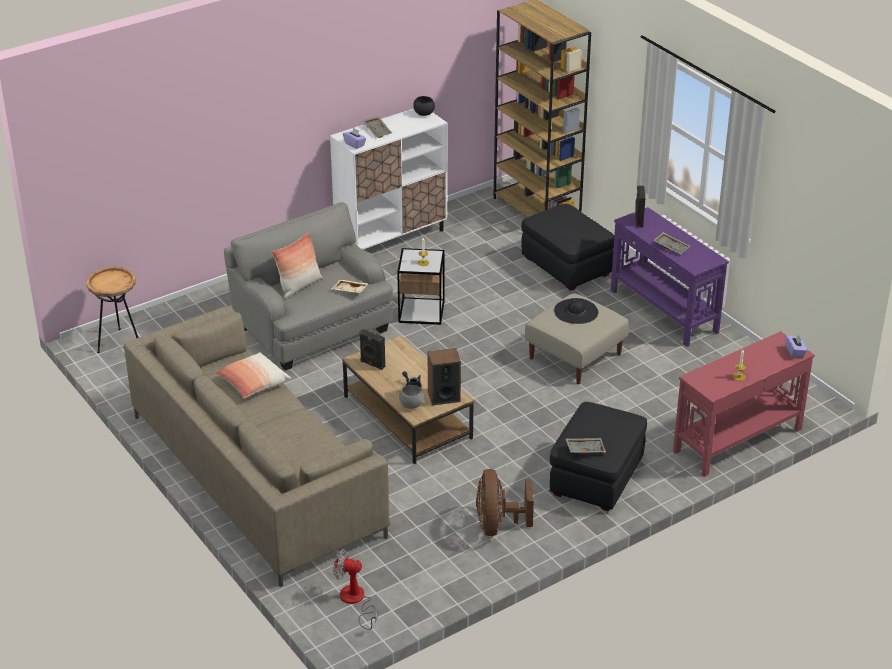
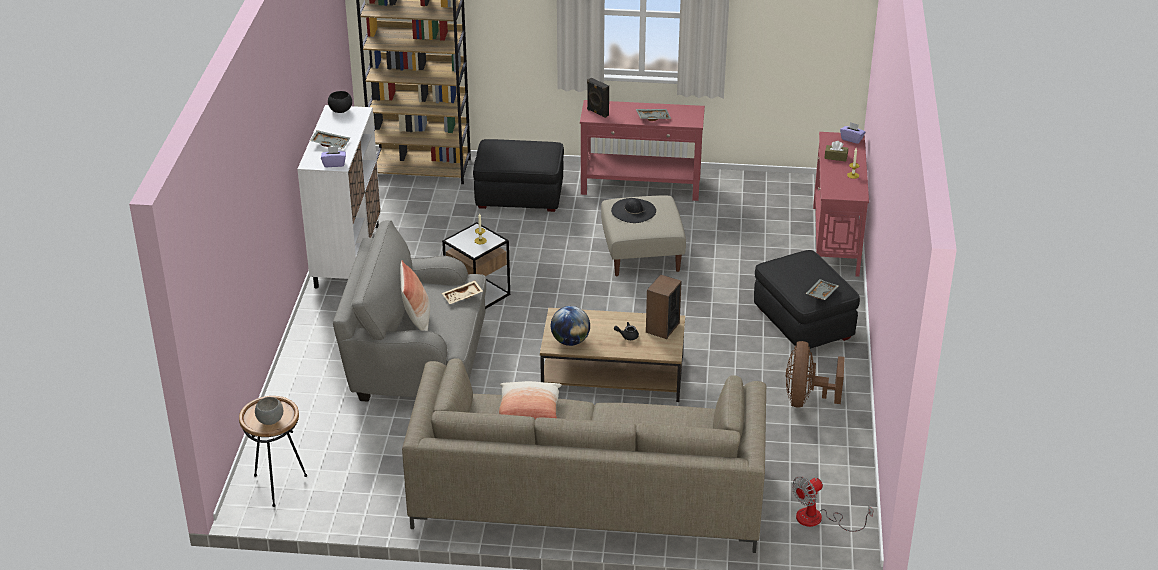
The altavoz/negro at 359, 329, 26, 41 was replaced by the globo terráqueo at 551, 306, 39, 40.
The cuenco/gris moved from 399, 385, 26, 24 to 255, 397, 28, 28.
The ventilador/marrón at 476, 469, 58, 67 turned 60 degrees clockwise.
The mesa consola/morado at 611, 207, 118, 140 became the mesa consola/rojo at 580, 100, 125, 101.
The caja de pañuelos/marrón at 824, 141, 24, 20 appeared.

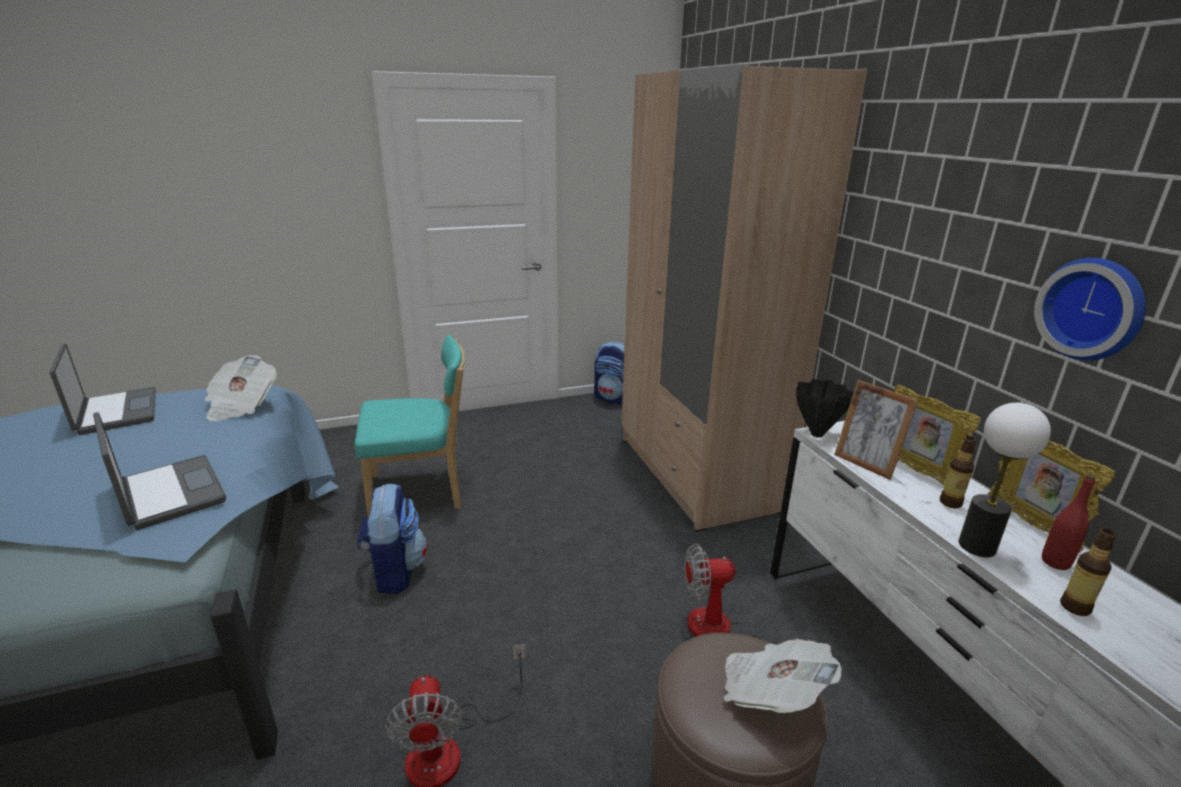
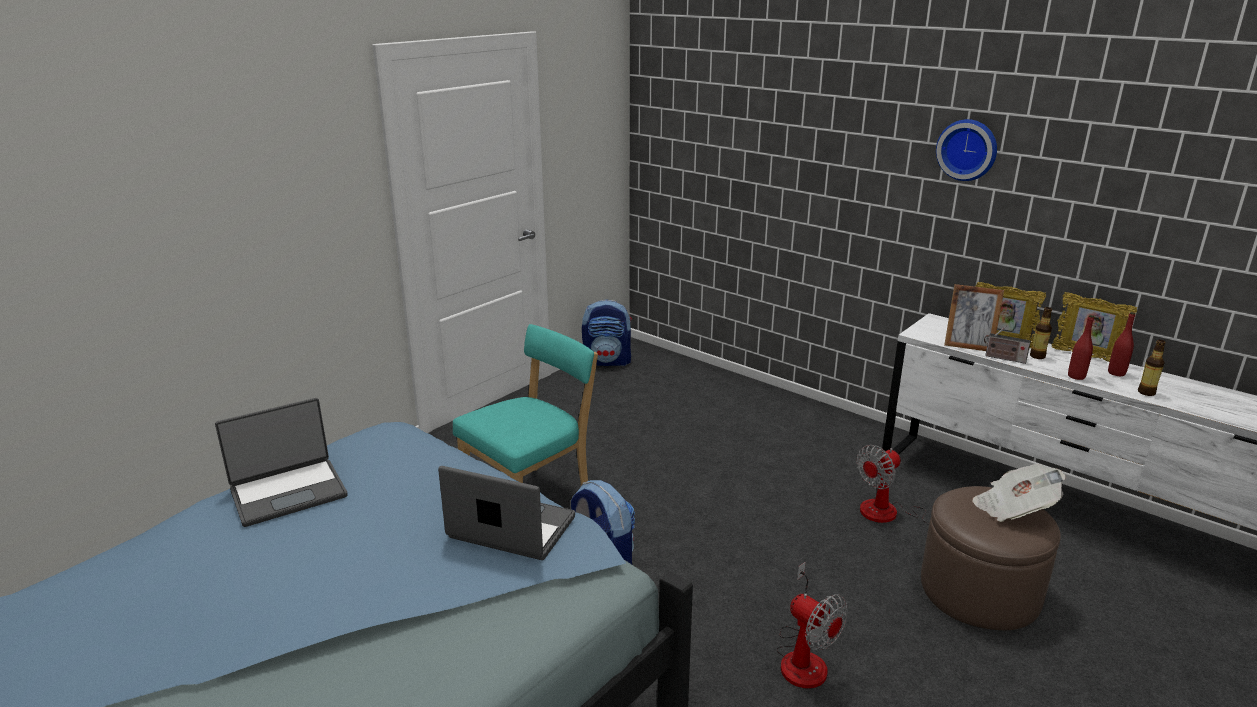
The portátil at 50, 344, 106, 91 turned 120 degrees clockwise.
The periódico at 205, 355, 72, 66 disappeared.
The armario ropero/beis at 622, 64, 245, 468 disappeared.
The florero/negro at 796, 379, 58, 59 disappeared.
The lámpara de mesa at 959, 403, 92, 154 was replaced by the botella/rojo at 1068, 315, 26, 65.
The reloj de pared moved from 1034, 258, 112, 102 to 936, 119, 61, 62.
The radio at 984, 325, 47, 39 appeared.

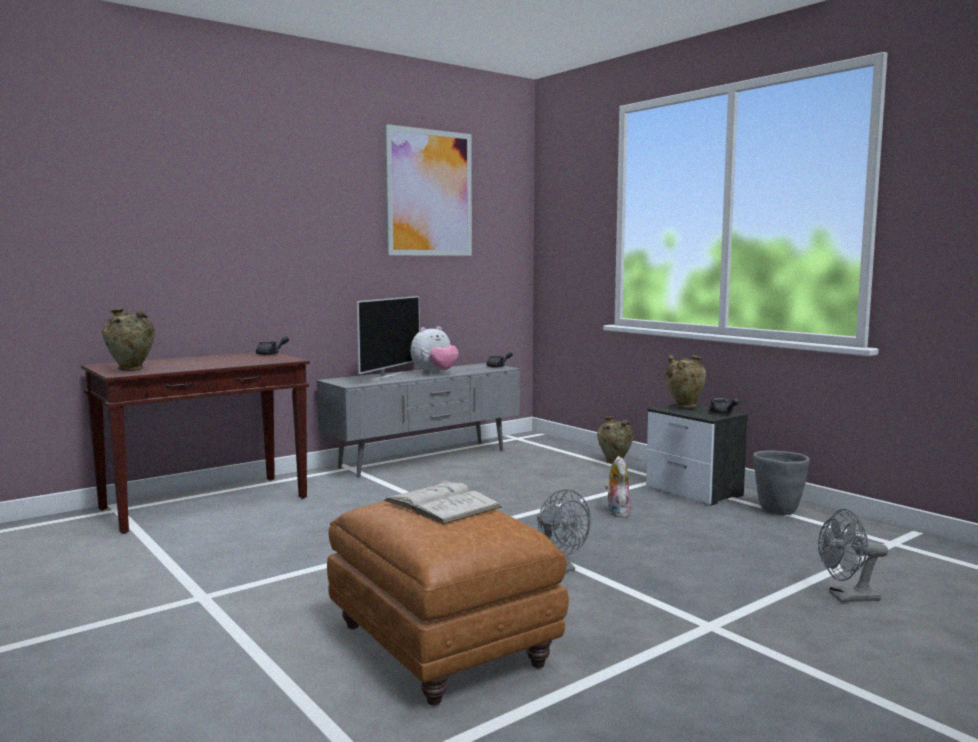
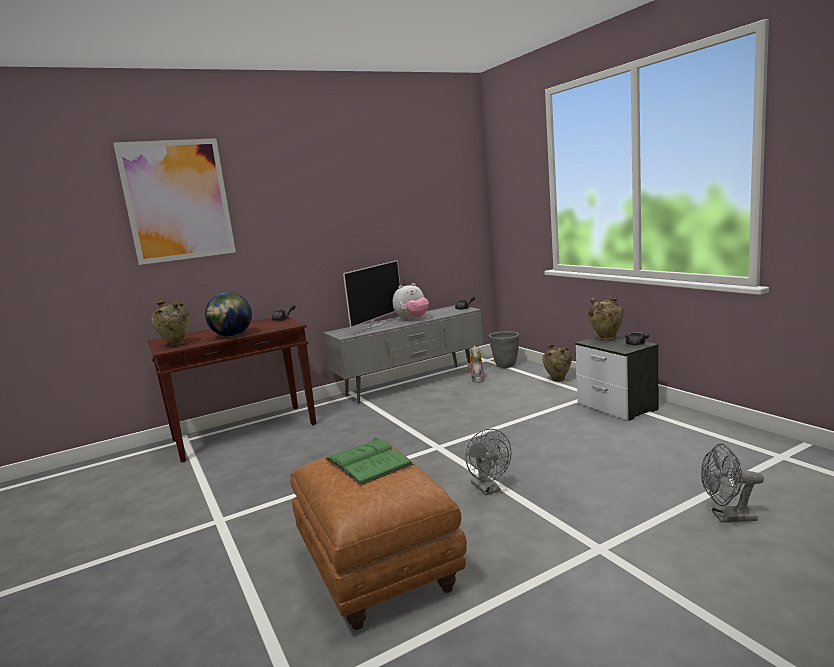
The cuadro moved from 384, 124, 88, 132 to 113, 138, 123, 127.
The libro/blanco at 384, 479, 118, 45 became the libro/verde at 326, 437, 87, 49.
The peluche moved from 605, 456, 26, 62 to 468, 346, 17, 37.
The maceta/gris moved from 753, 451, 57, 64 to 489, 331, 30, 37.
The globo terráqueo at 205, 292, 47, 45 appeared.

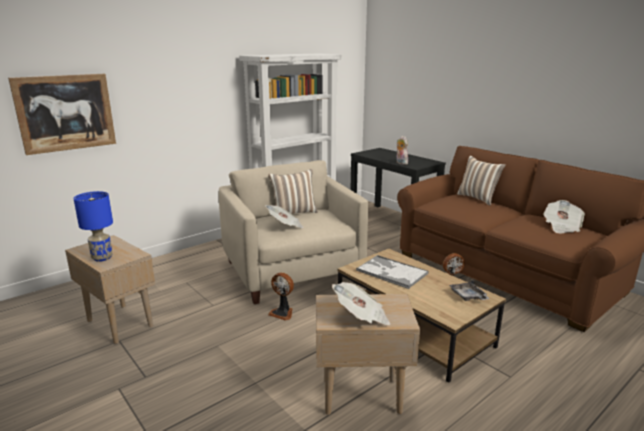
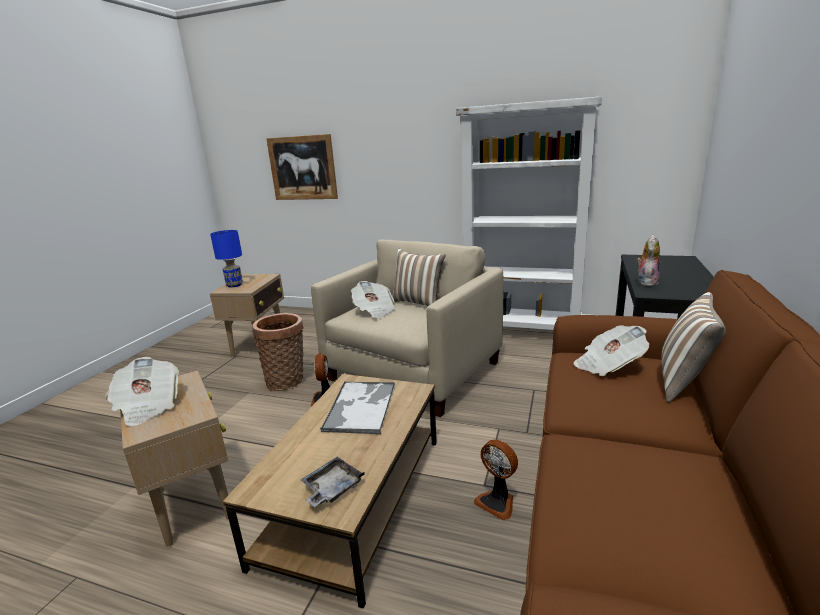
The periódico moved from 543, 200, 42, 33 to 574, 325, 75, 51.
The cesta at 252, 313, 51, 78 appeared.

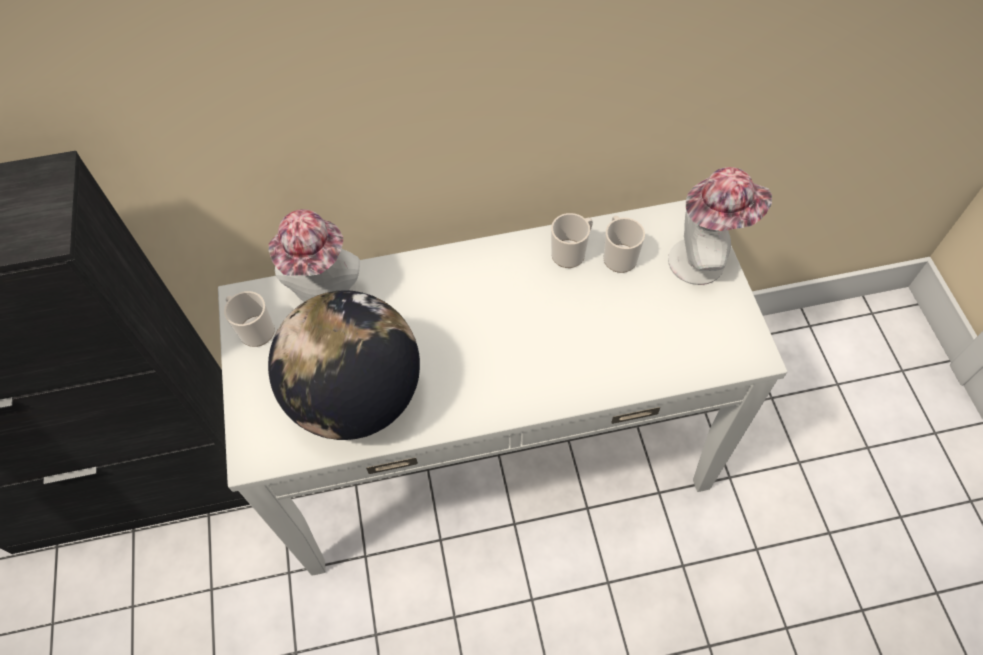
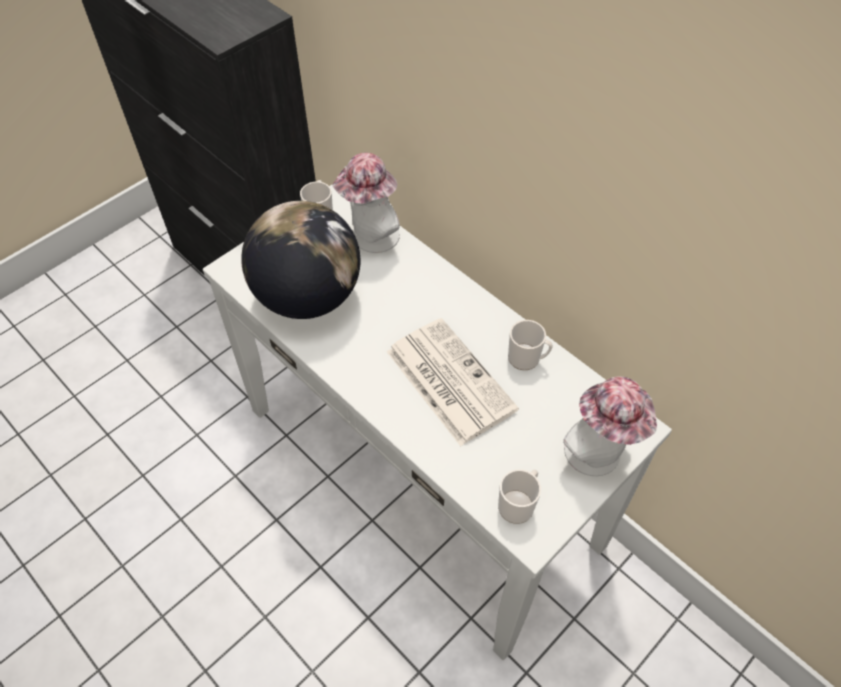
The taza grande moved from 604, 215, 41, 58 to 498, 469, 43, 55.
The periódico at 387, 318, 132, 128 appeared.

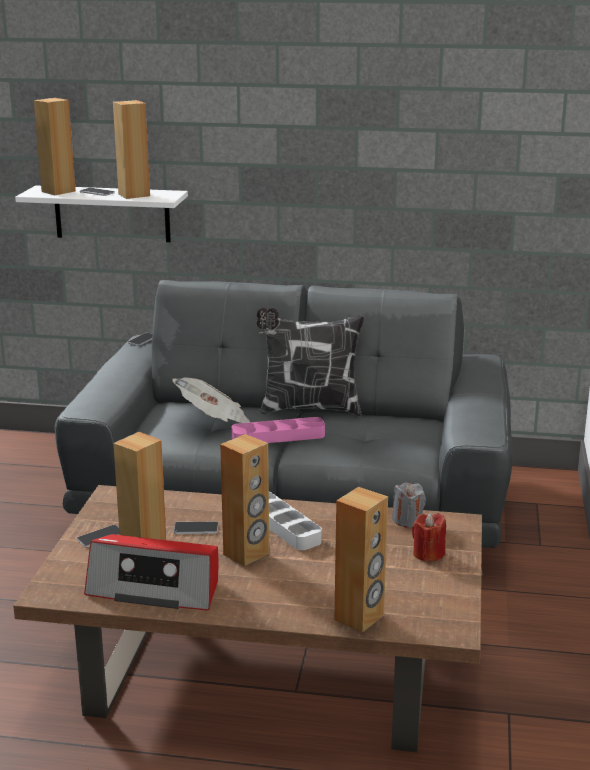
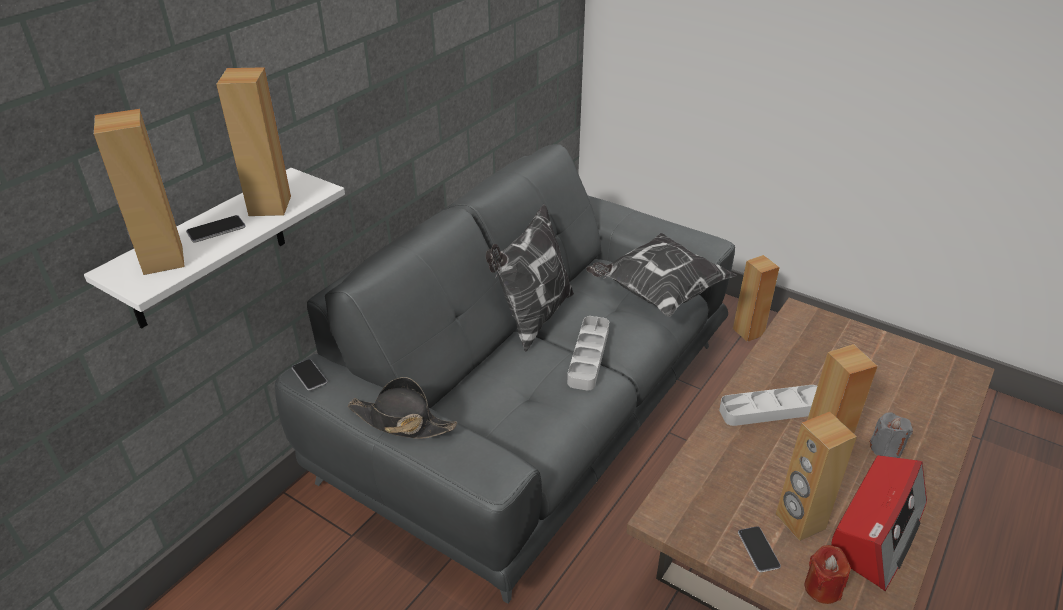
The periódico at 172, 378, 78, 45 disappeared.
The móvil at 173, 522, 46, 12 disappeared.
The bandeja/rosa at 232, 417, 93, 26 became the bandeja/gris at 567, 316, 42, 75.
The altavoz/marrón moved from 334, 487, 54, 146 to 733, 255, 47, 87.
The vela/gris moved from 392, 482, 34, 46 to 870, 412, 43, 46.
The vela/rojo moved from 412, 513, 34, 49 to 805, 545, 45, 59.
The sombrero/negro at 347, 377, 110, 62 appeared.
The cojín at 586, 233, 151, 83 appeared.

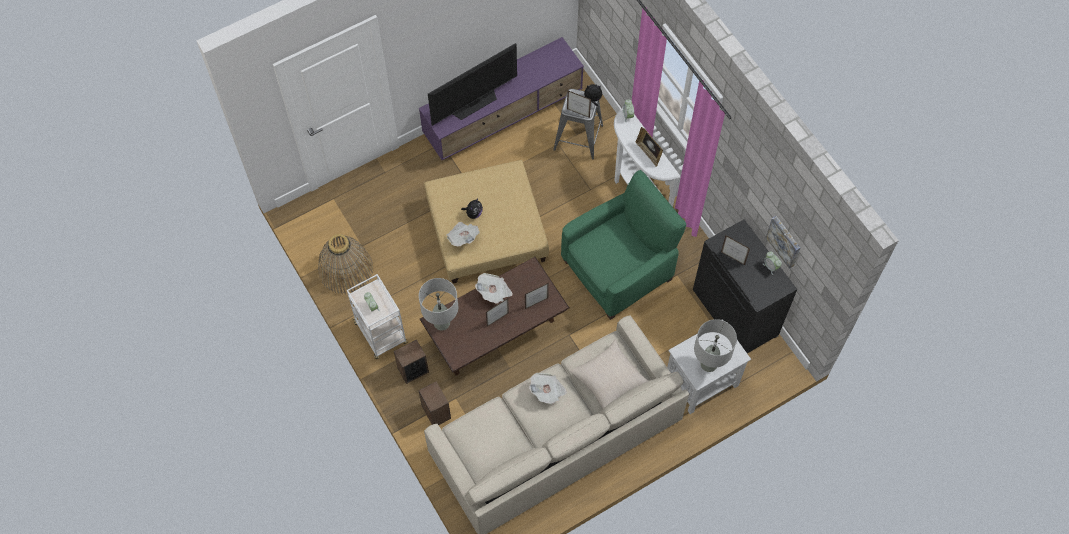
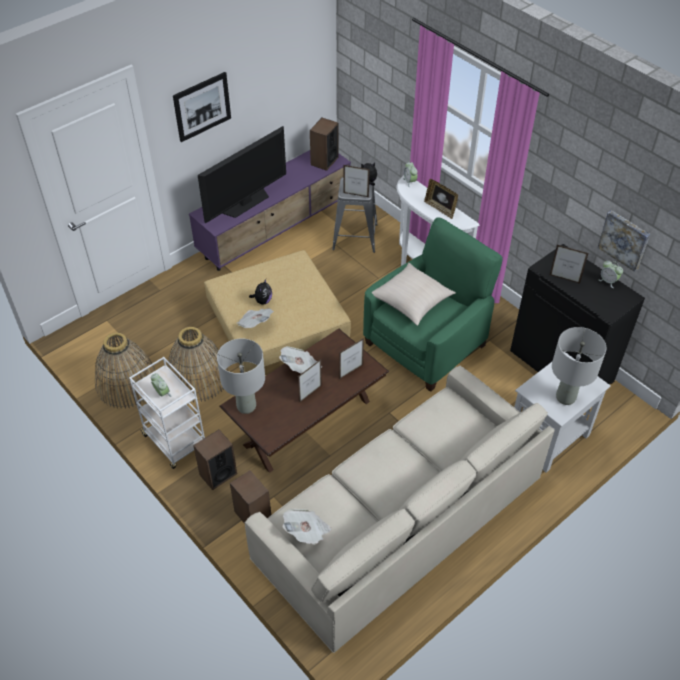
The periódico moved from 529, 373, 38, 32 to 282, 509, 50, 36.
The cojín/beis moved from 570, 340, 78, 69 to 372, 263, 84, 63.
The cesta at 167, 327, 61, 76 appeared.
The cuadro at 173, 72, 58, 70 appeared.
The altavoz at 310, 118, 28, 53 appeared.

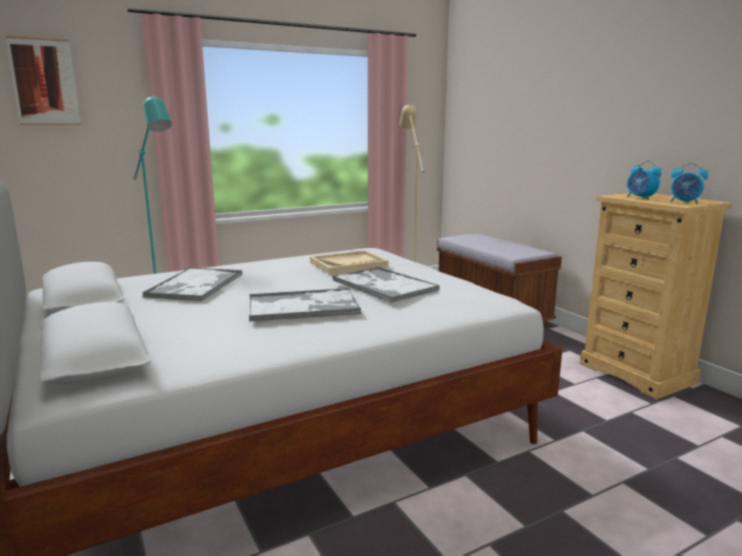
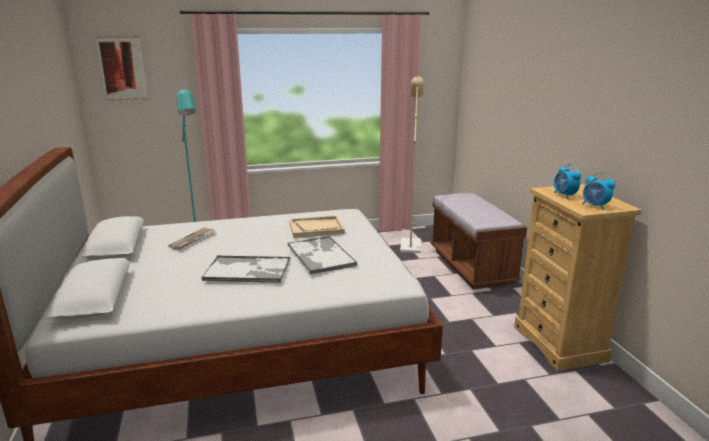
The bandeja at 142, 268, 100, 33 was replaced by the periódico at 168, 228, 47, 22.

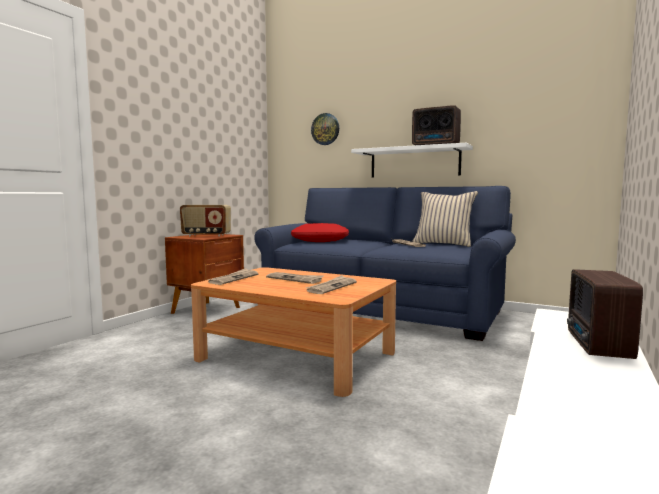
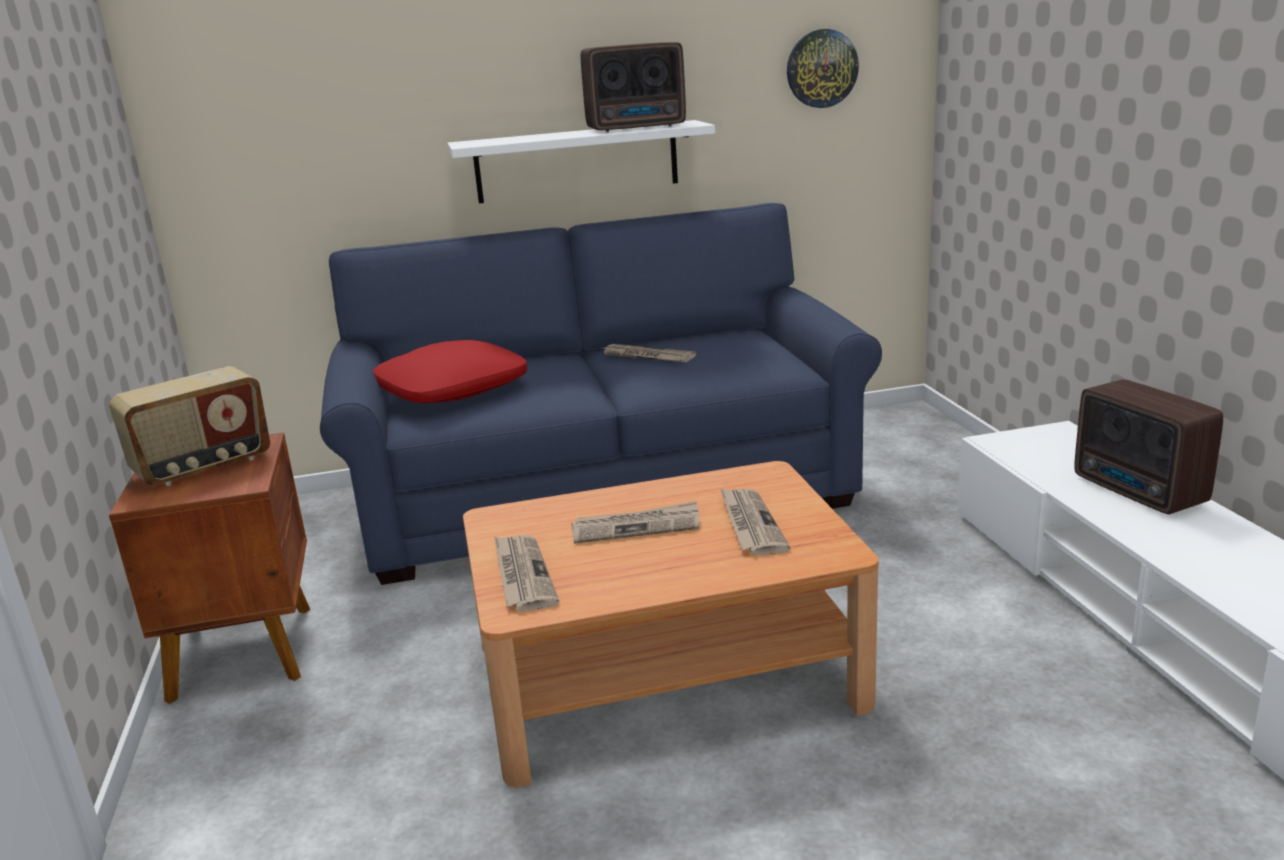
The reloj de pared moved from 311, 113, 28, 32 to 787, 29, 72, 79.
The cojín/beis at 412, 191, 66, 56 disappeared.

